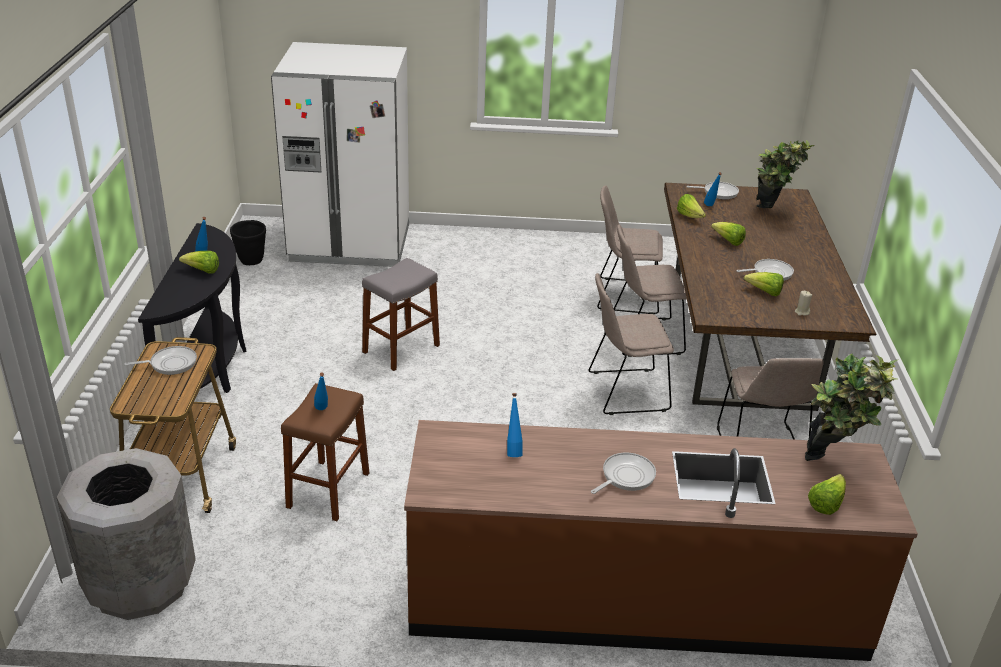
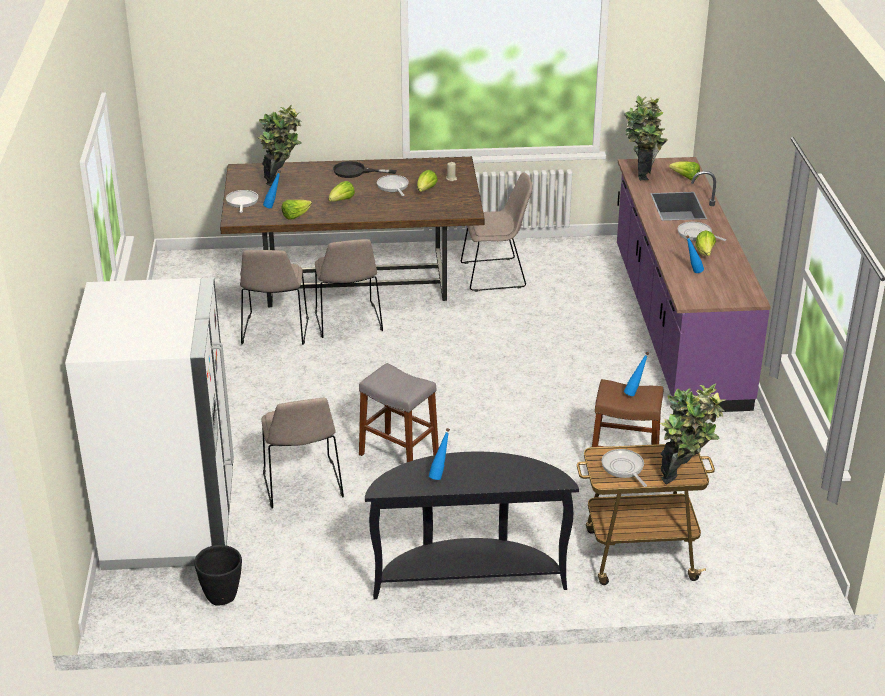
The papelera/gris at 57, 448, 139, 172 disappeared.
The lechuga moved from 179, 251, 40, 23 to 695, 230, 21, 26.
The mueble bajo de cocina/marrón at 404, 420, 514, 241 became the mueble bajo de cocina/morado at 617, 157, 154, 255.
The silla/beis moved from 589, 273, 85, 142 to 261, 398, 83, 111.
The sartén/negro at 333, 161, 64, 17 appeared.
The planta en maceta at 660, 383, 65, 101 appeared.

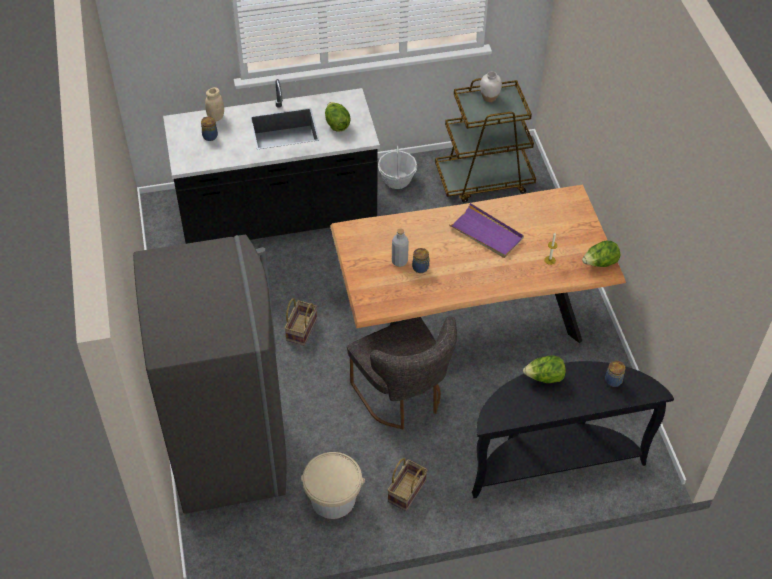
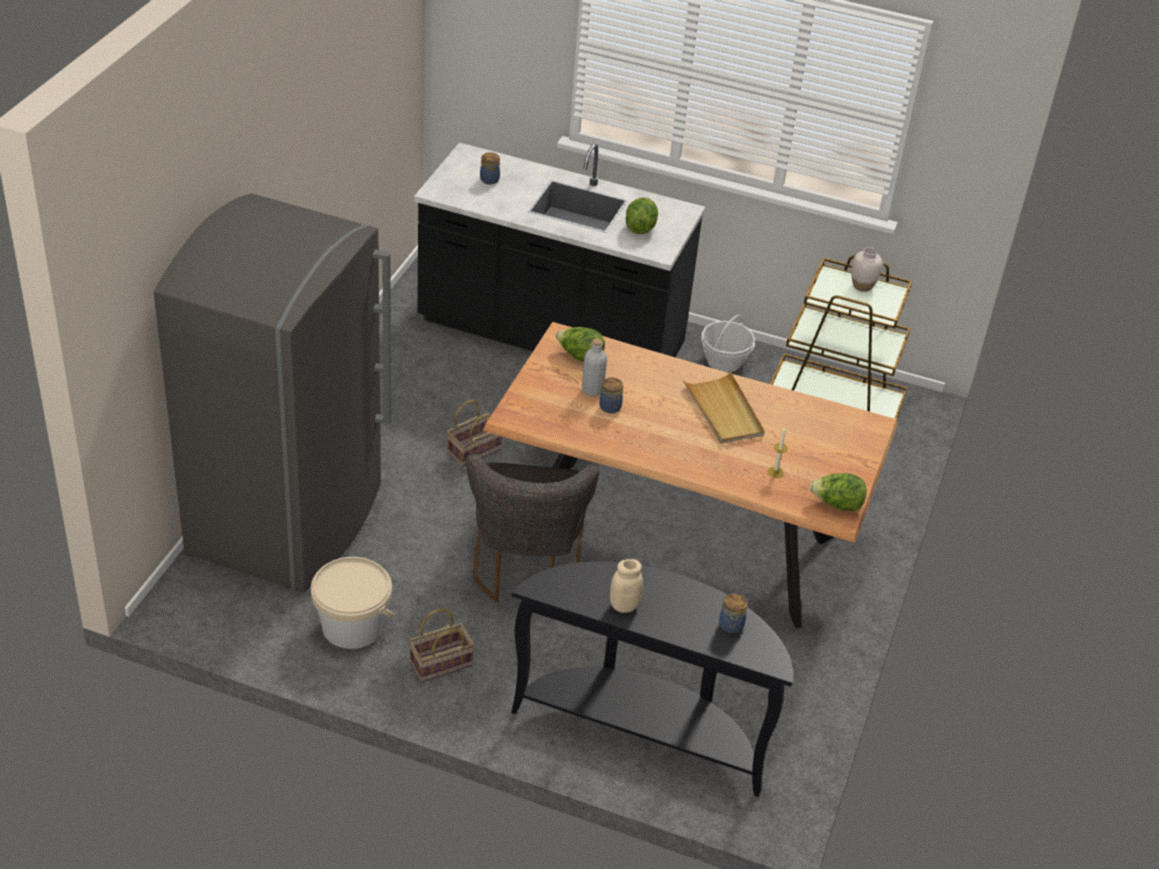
The tarro/beis moved from 205, 87, 19, 34 to 610, 559, 33, 54.
The bandeja/morado at 449, 203, 75, 55 became the bandeja/beis at 683, 371, 82, 73.
The lechuga moved from 523, 355, 43, 28 to 556, 327, 49, 35.

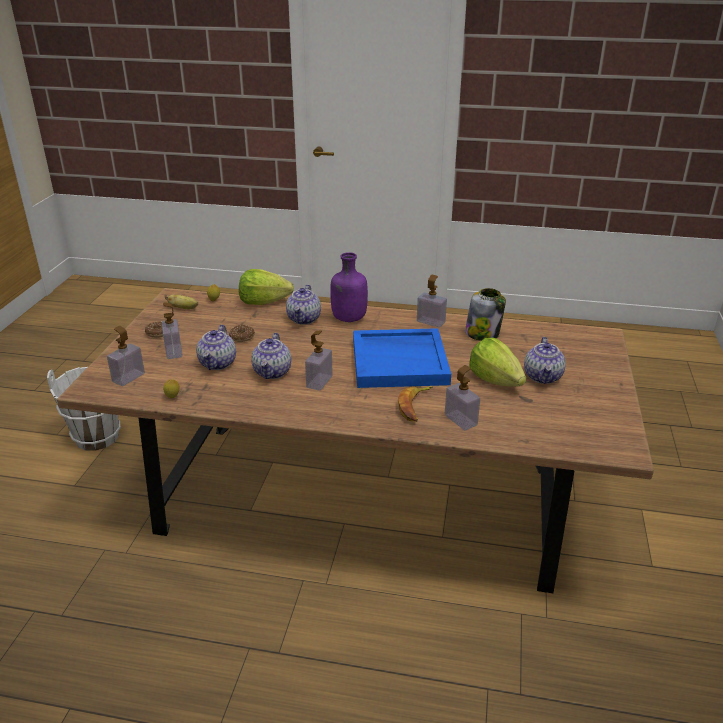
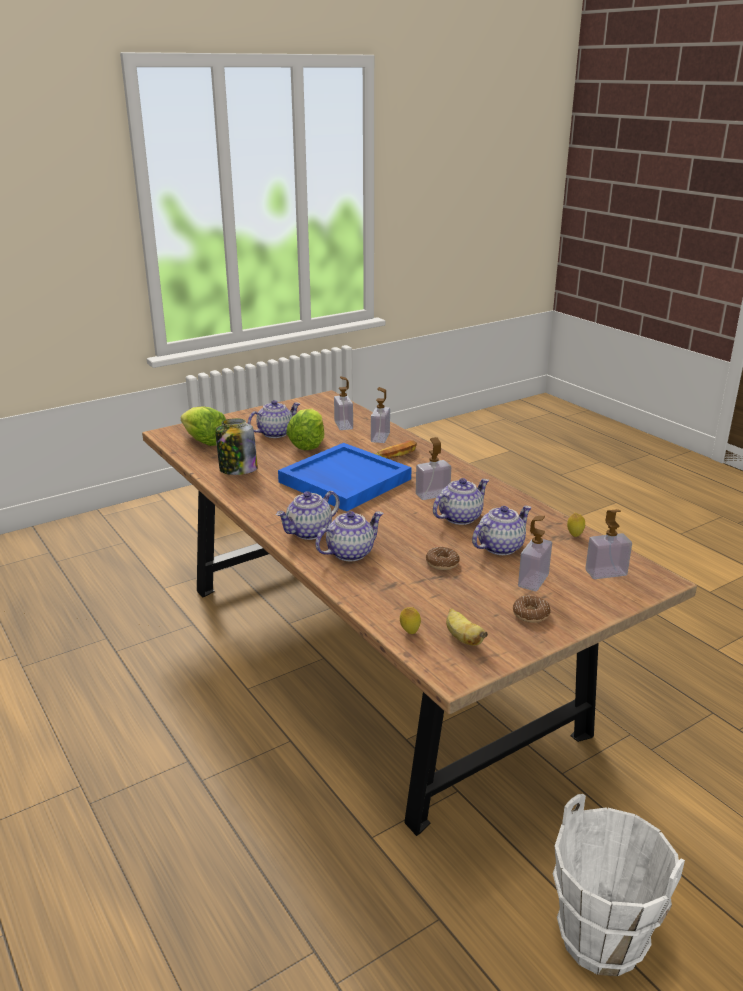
The lechuga moved from 239, 269, 55, 36 to 181, 406, 45, 40.
The botella/morado at 330, 252, 38, 70 was replaced by the tetera at 276, 491, 64, 49.
The dispensador de jabón moved from 417, 275, 30, 53 to 334, 376, 19, 54.

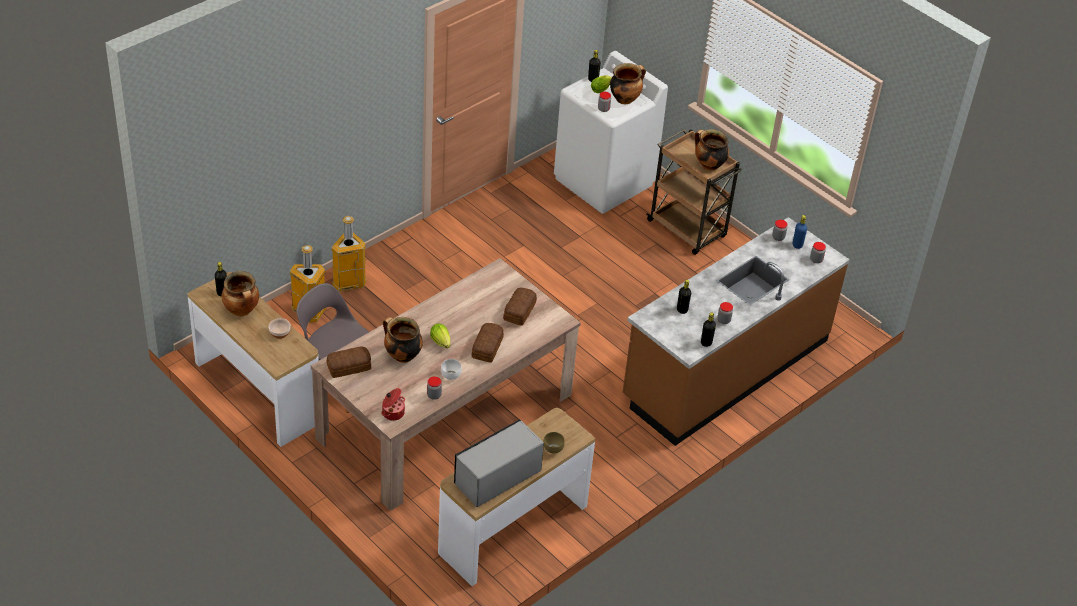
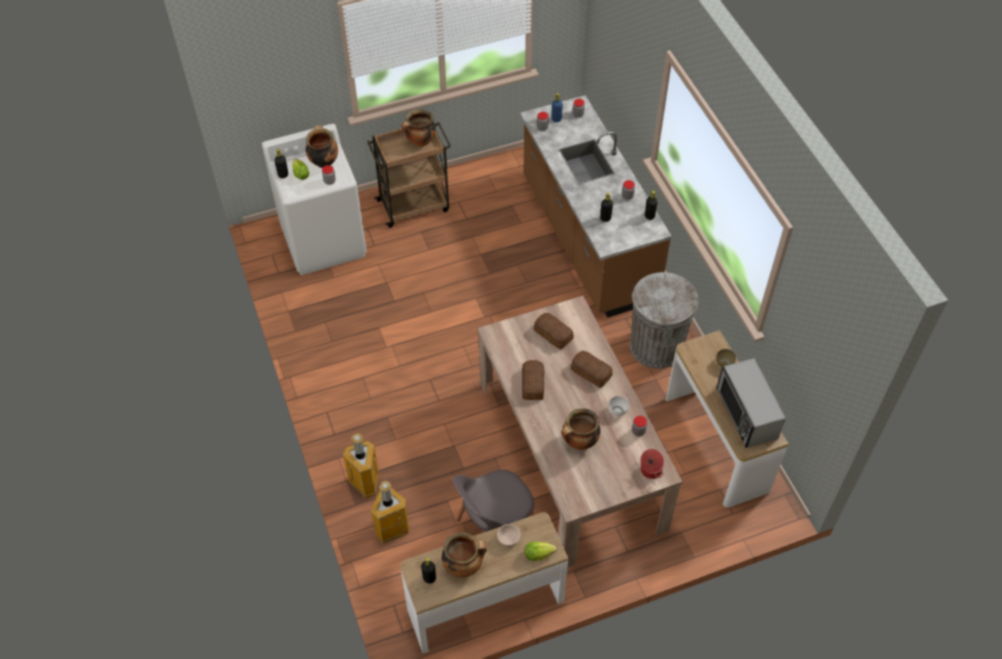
The pan moved from 326, 347, 45, 31 to 522, 360, 23, 40.
The lechuga moved from 430, 323, 20, 25 to 525, 542, 32, 19.
The papelera/gris at 630, 272, 68, 97 appeared.

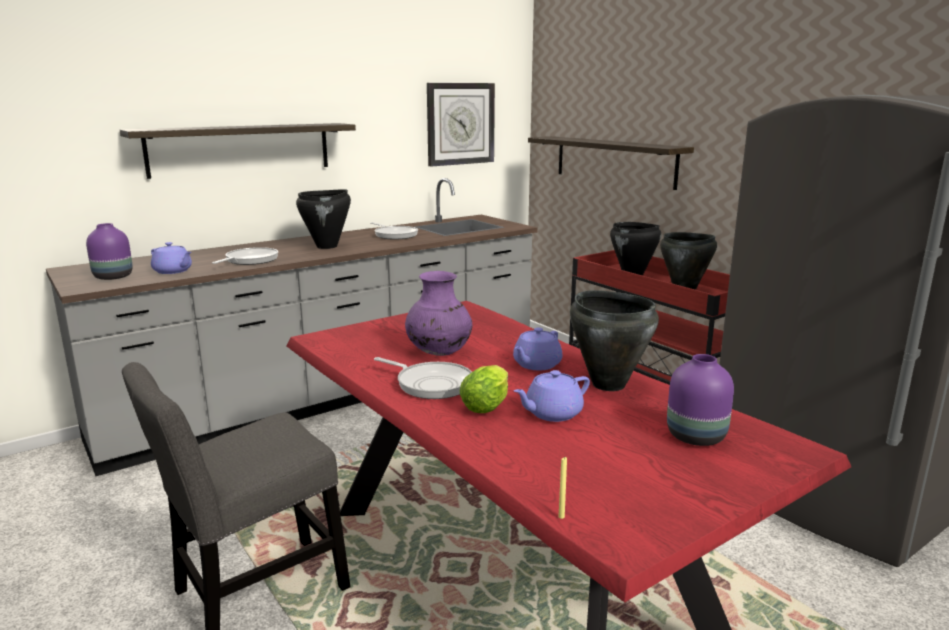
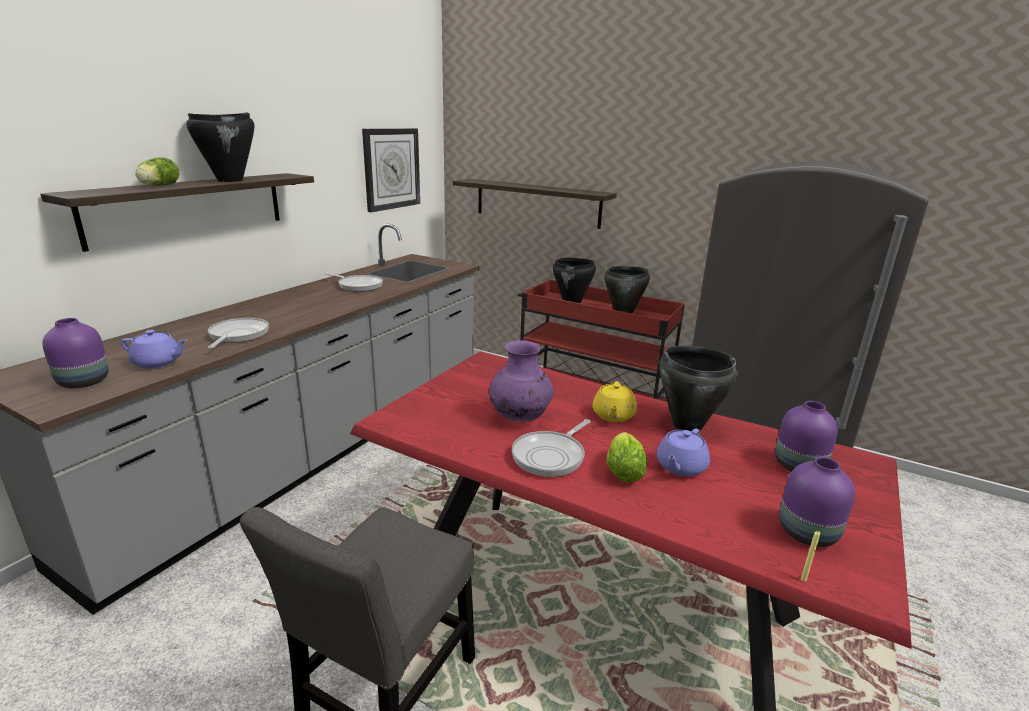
The olla/negro moved from 296, 189, 55, 60 to 186, 112, 68, 70.
The sartén at 374, 357, 98, 42 turned 120 degrees clockwise.
The tetera/morado at 513, 328, 50, 42 became the tetera/amarillo at 592, 381, 45, 41.
The lechuga at 136, 158, 43, 28 appeared.
The florero/morado at 779, 457, 76, 90 appeared.

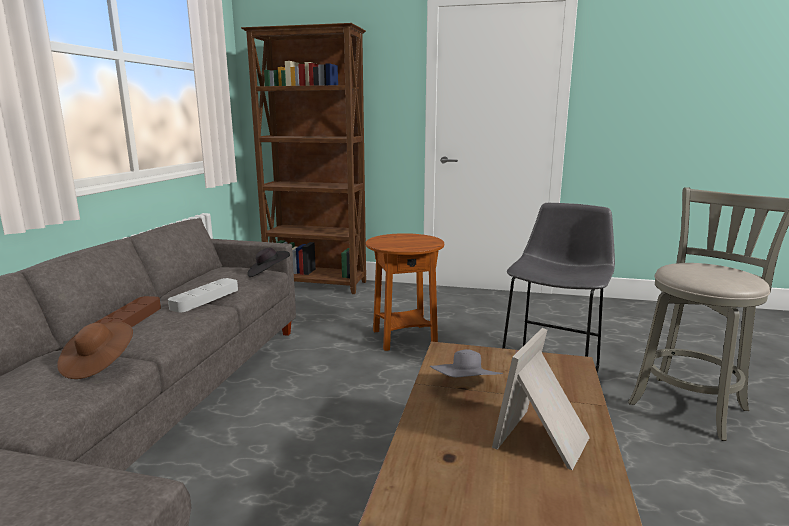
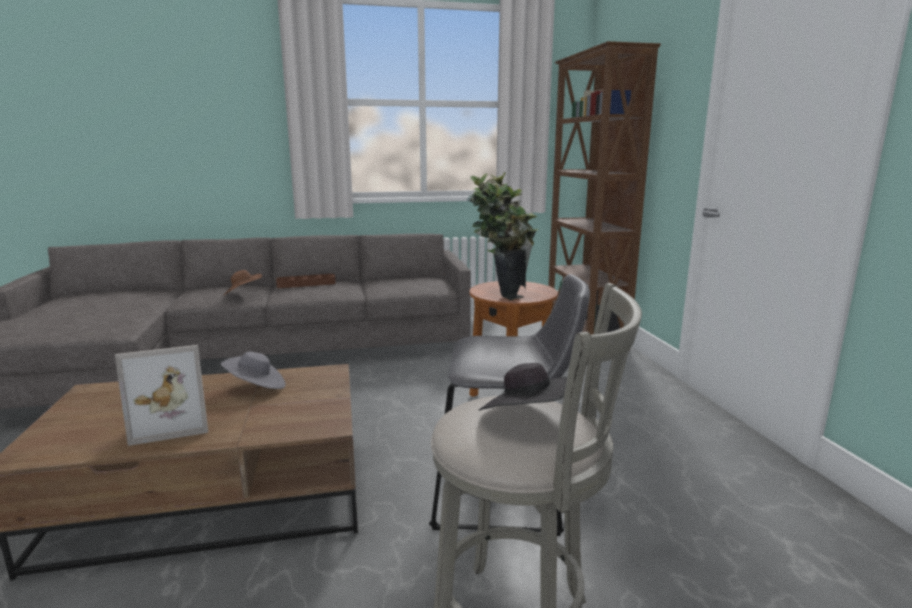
The bandeja/gris at 168, 278, 70, 35 disappeared.
The sombrero/negro moved from 247, 248, 43, 29 to 479, 363, 88, 48.
The portarretratos at 492, 328, 98, 142 turned 150 degrees clockwise.
The planta en maceta at 467, 172, 71, 129 appeared.

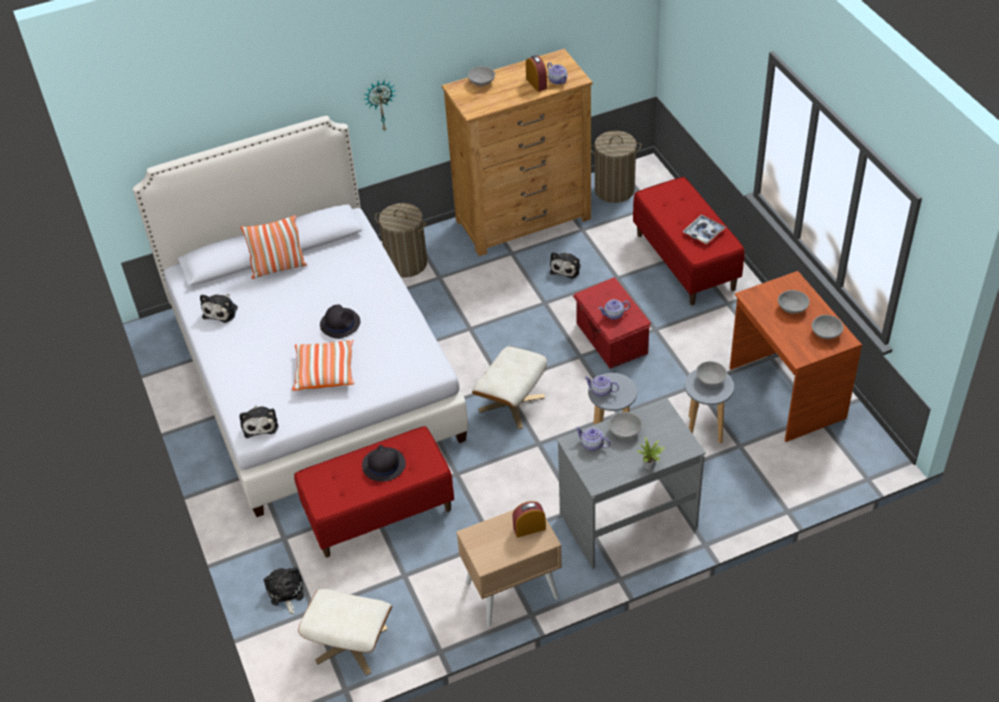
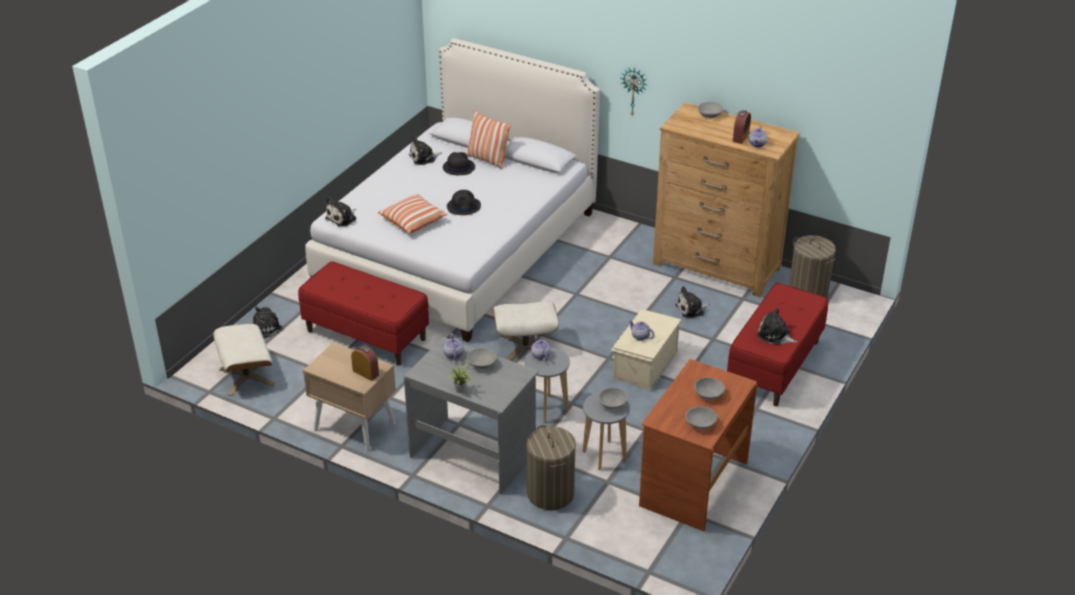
The sombrero/negro moved from 362, 445, 44, 37 to 443, 152, 32, 23.
The cesto de la ropa moved from 375, 203, 52, 75 to 526, 425, 50, 85.
The caja de almacenaje/rojo at 573, 277, 78, 92 became the caja de almacenaje/beis at 611, 309, 70, 82.
The bandeja at 683, 215, 43, 29 was replaced by the peluche at 757, 307, 40, 38.

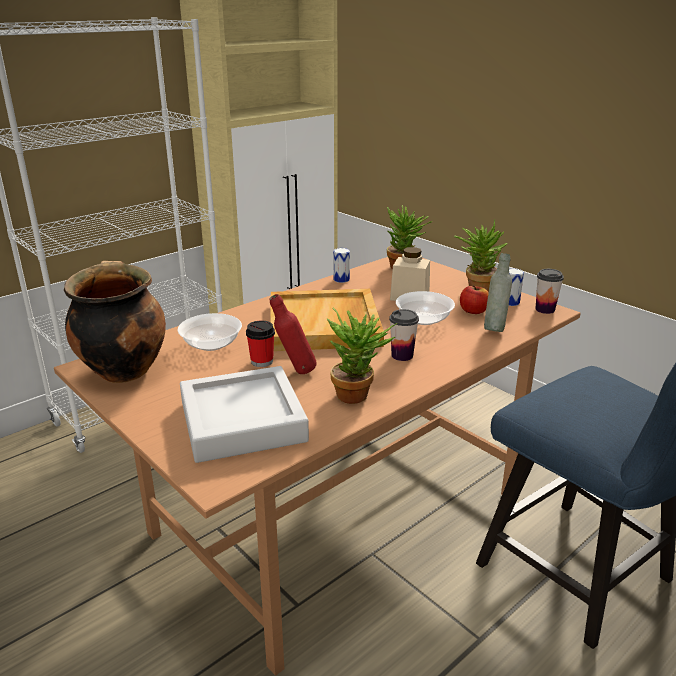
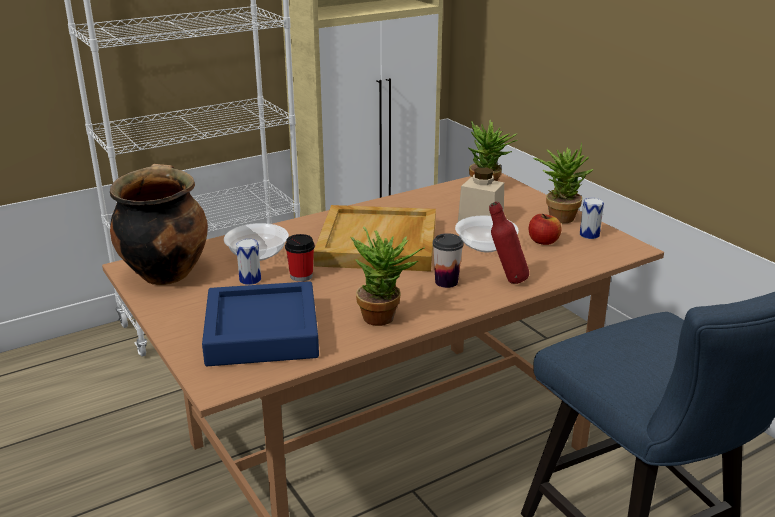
The bandeja/gris at 180, 366, 129, 97 became the bandeja/azul at 202, 281, 117, 85.
The botella/rojo moved from 270, 294, 47, 80 to 489, 202, 40, 82.
The lata moved from 333, 248, 17, 35 to 236, 239, 25, 46.
The botella/gris at 484, 253, 28, 79 disappeared.
The taza at 536, 269, 28, 45 disappeared.

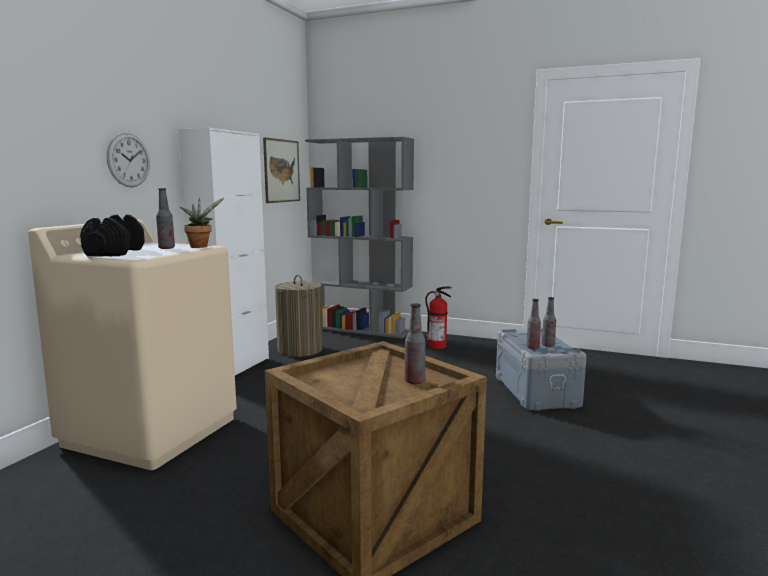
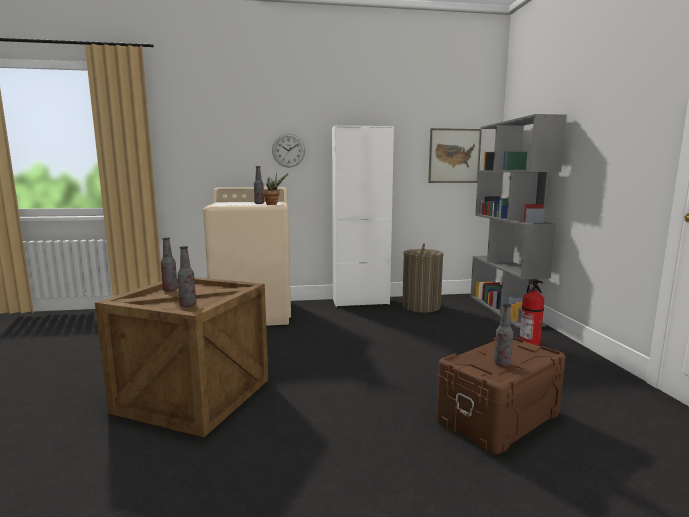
The mancuerna/negro at 80, 215, 65, 42 disappeared.
The caja de almacenaje/gris at 496, 328, 91, 83 became the caja de almacenaje/marrón at 436, 337, 130, 118.
The botella moved from 526, 299, 15, 50 to 161, 237, 17, 55.

